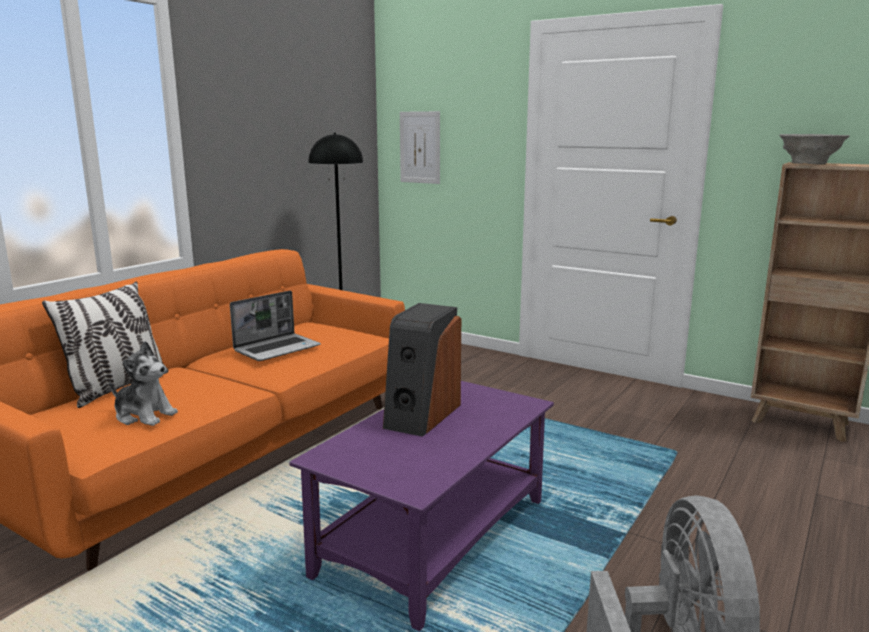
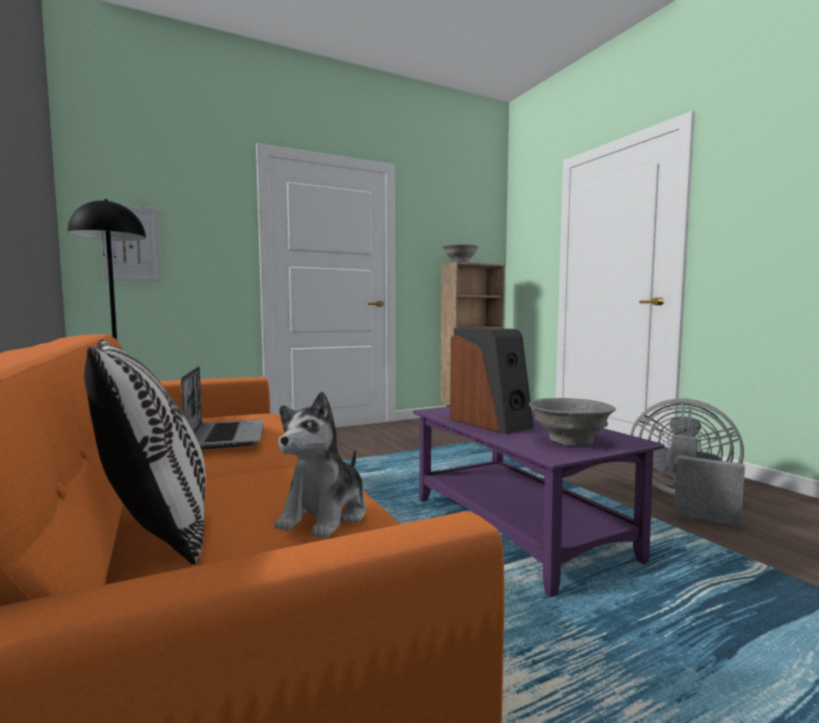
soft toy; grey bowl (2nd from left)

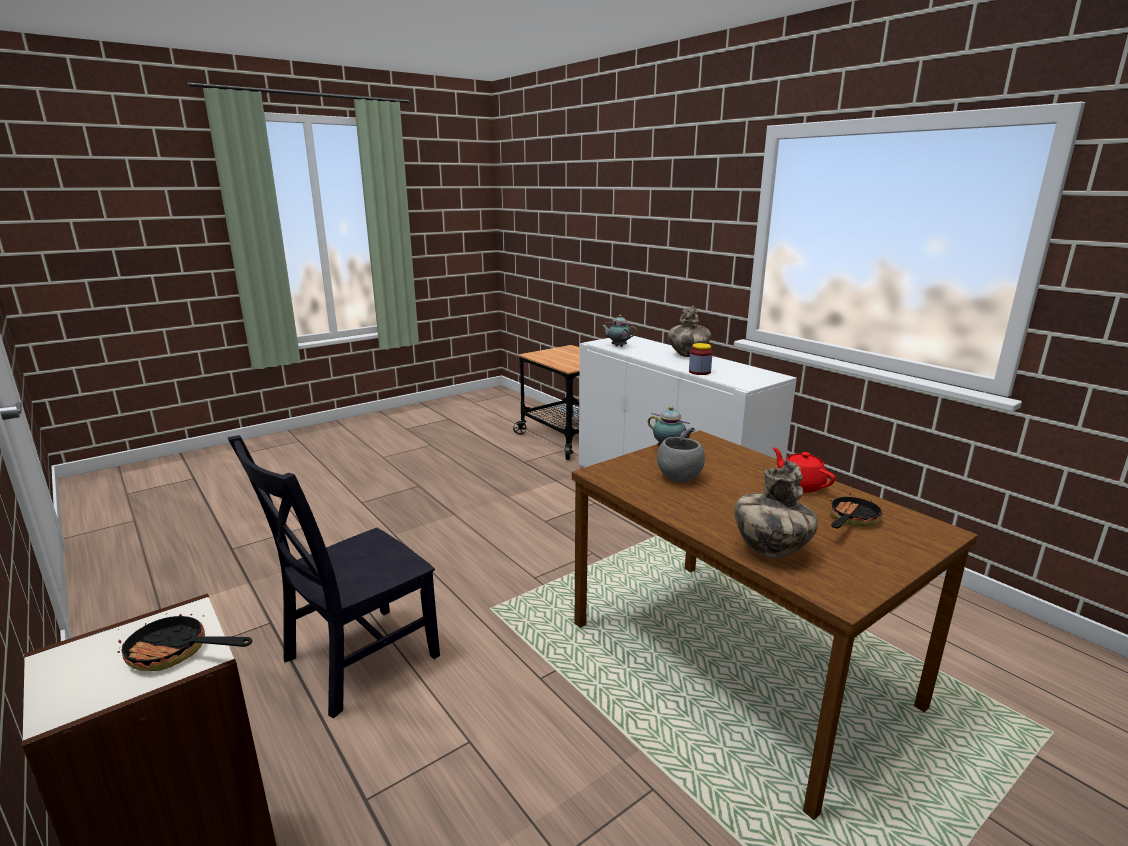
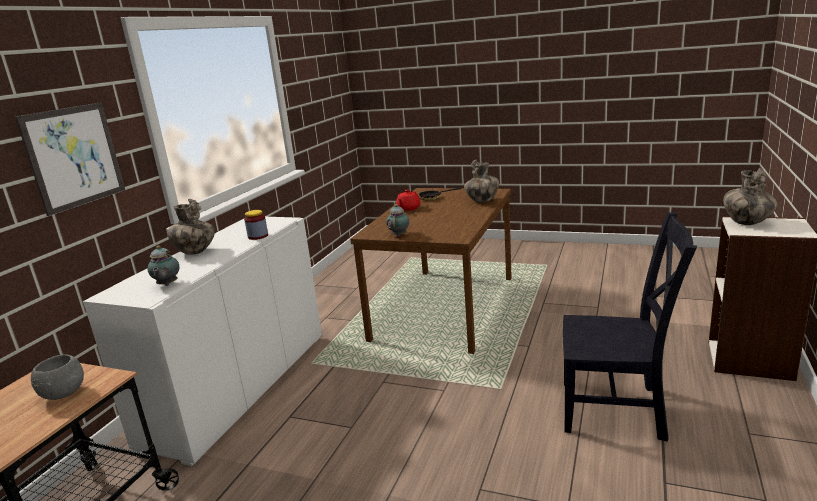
grey bowl; decorative vase (3rd from left); picture

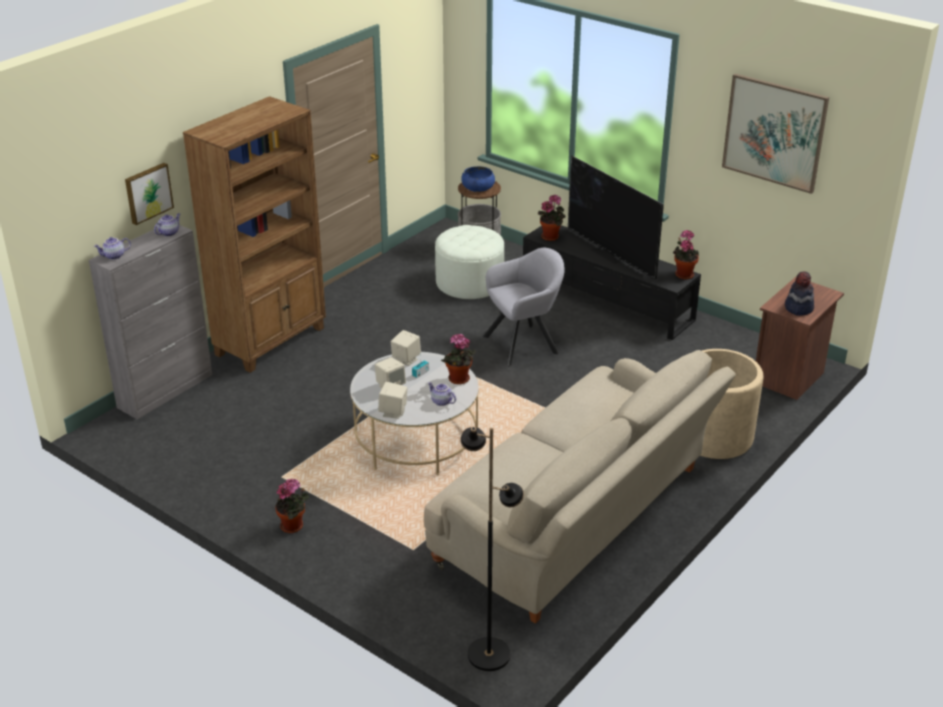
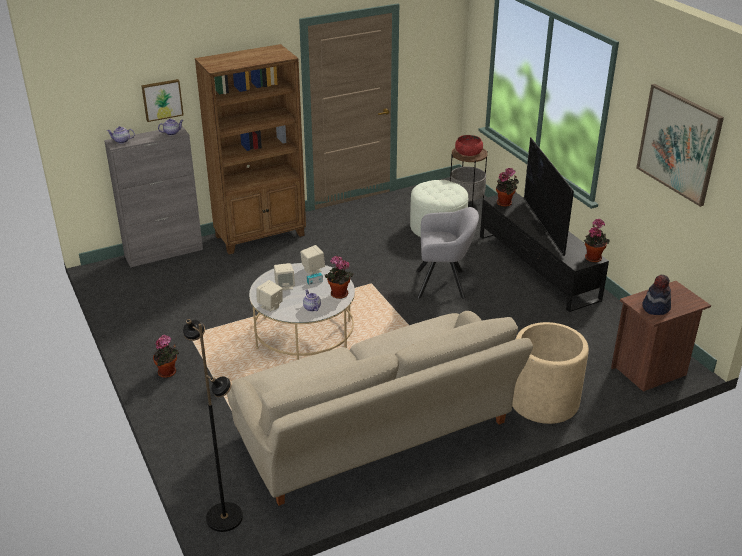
reddish bowl

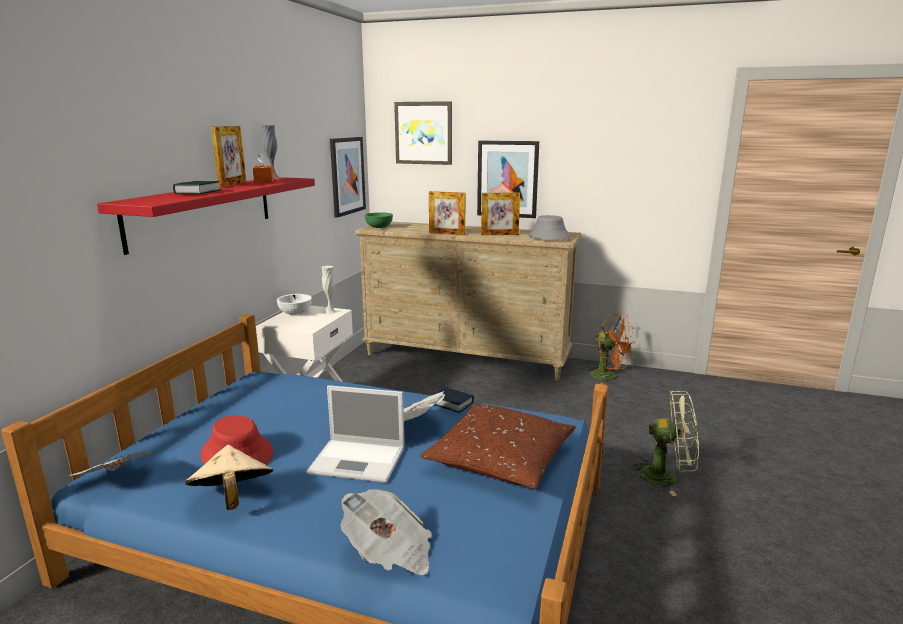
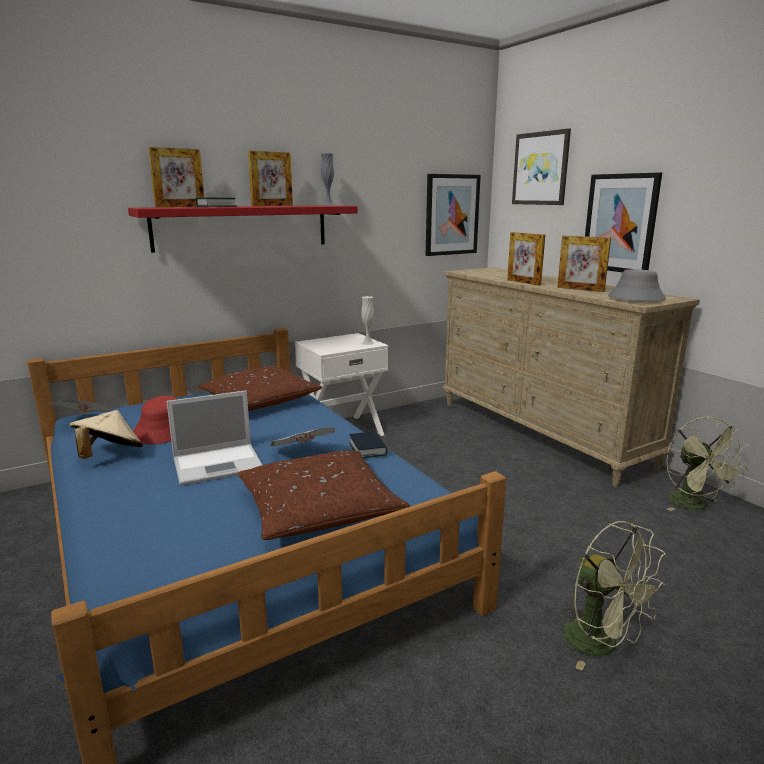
orangey tissue holder; green bowl; white bowl; green electric fan (2nd from left); notebook computer; newspaper (2nd from left in the first image); photo frame (1st from left); brownish pillow (1st from left)

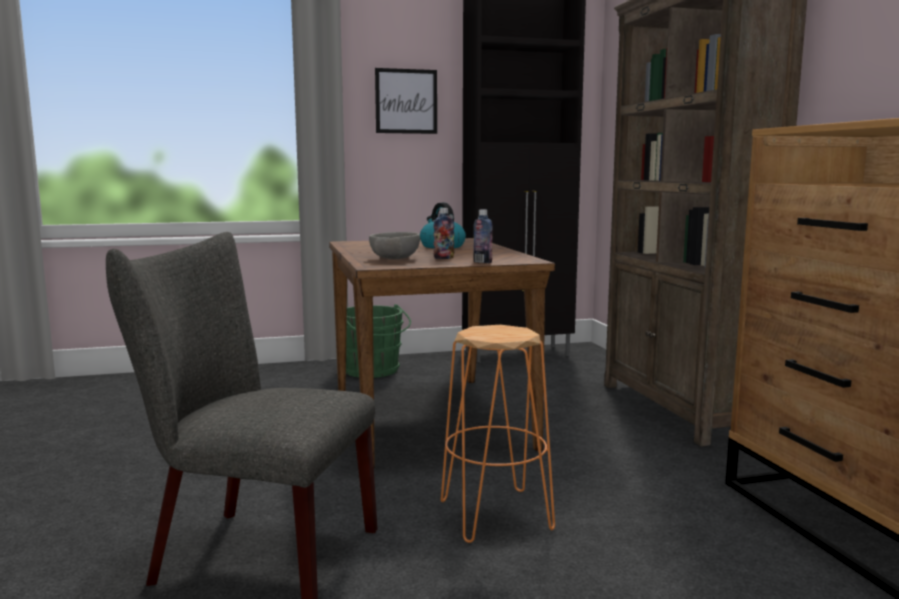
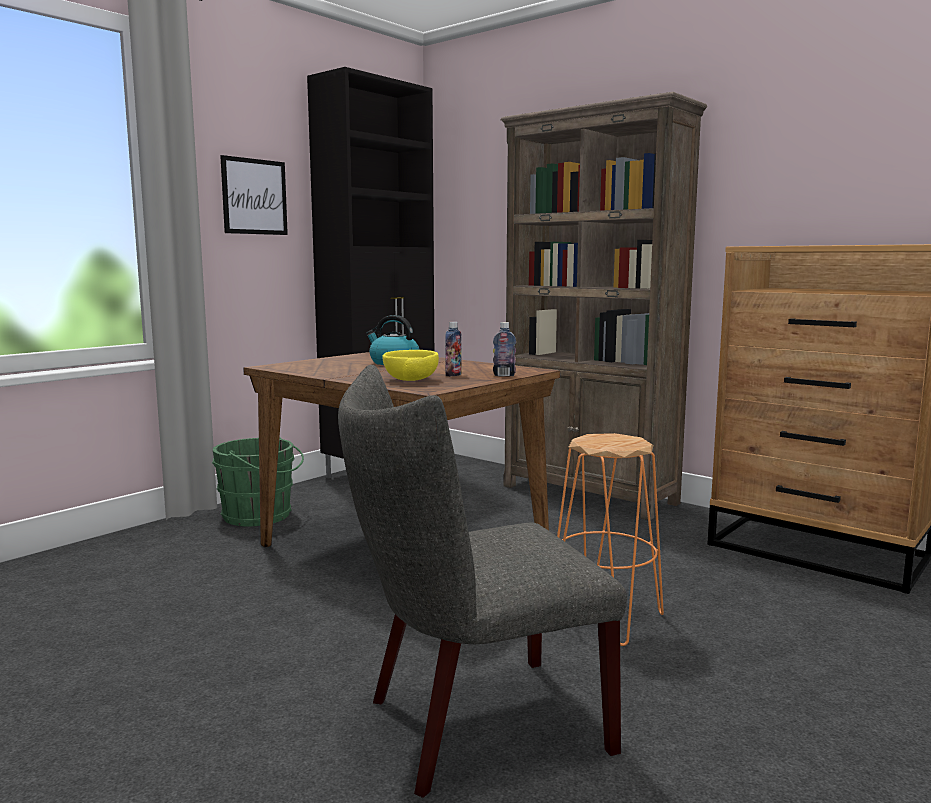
yellow-coloured bowl

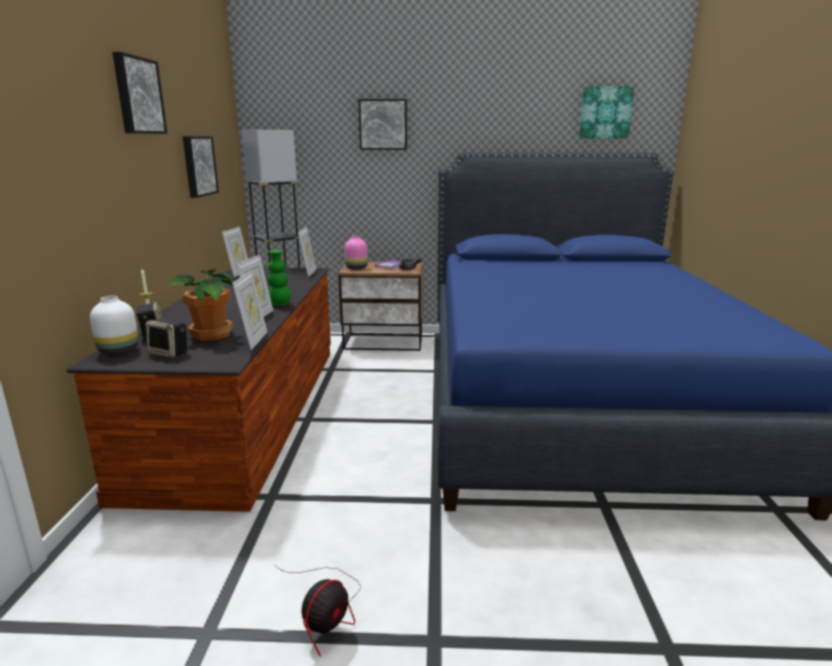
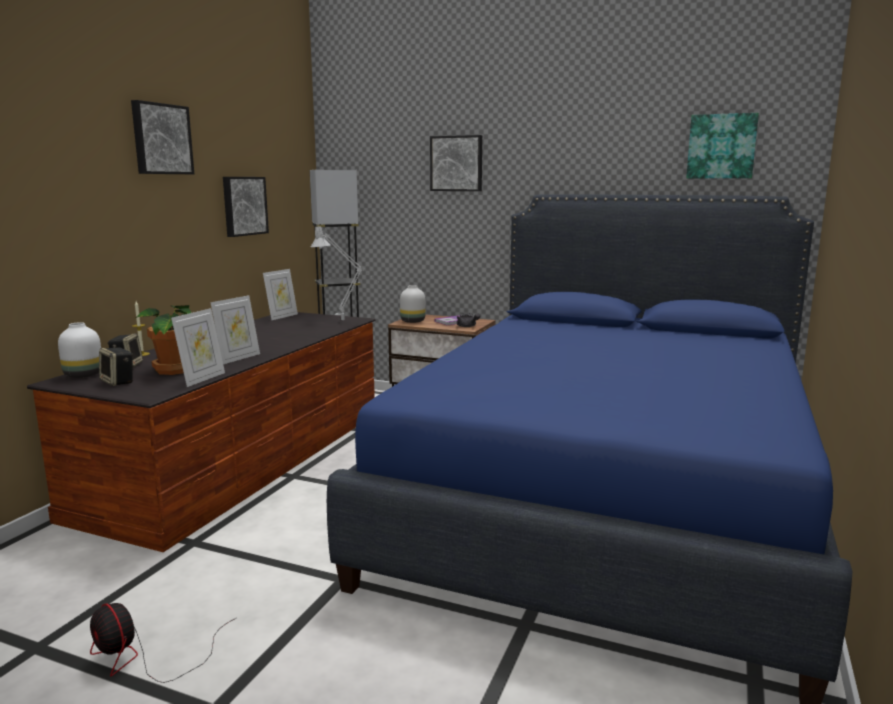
grey tabletop lamp; white decorative vase (2nd from left); green decorative vase; electric fan

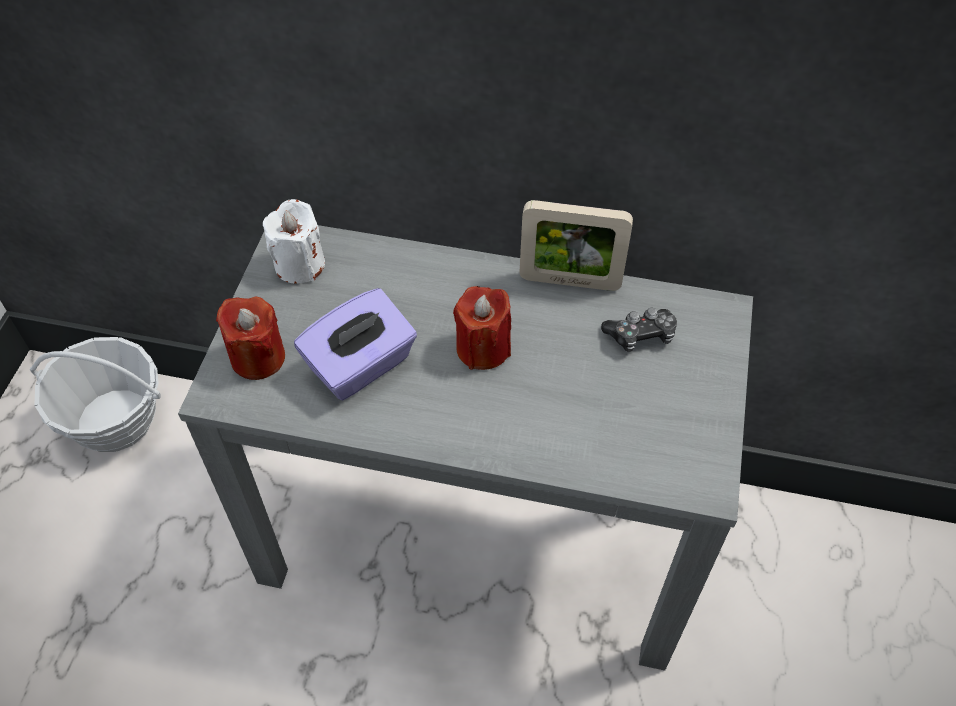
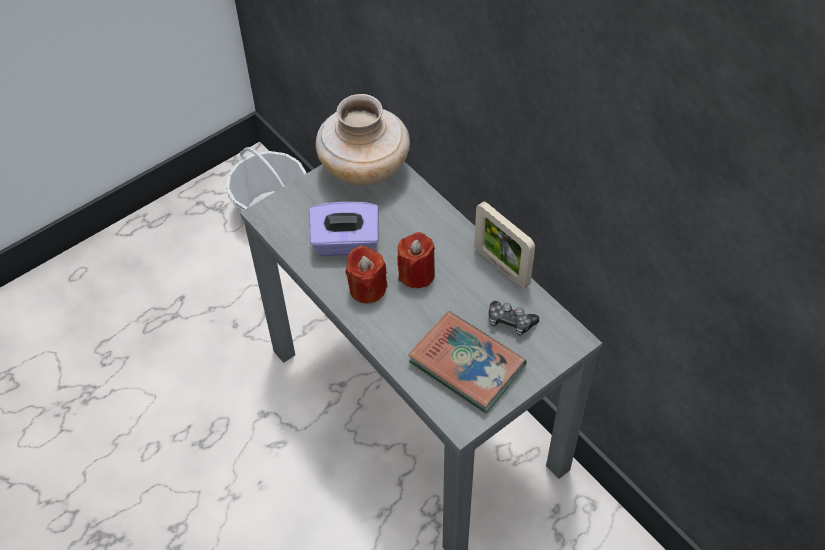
beige decorative vase; reddish wax light (1st from left); bound book

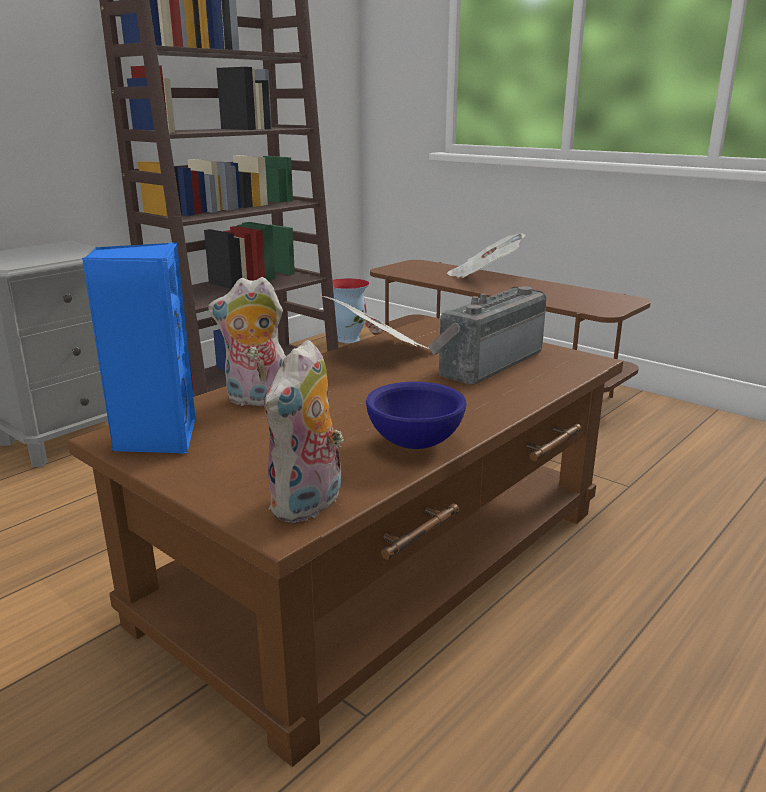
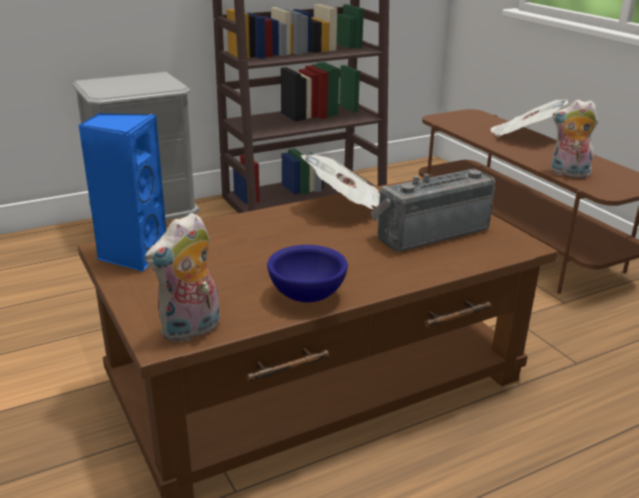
soft toy (2nd from left); decorative vase

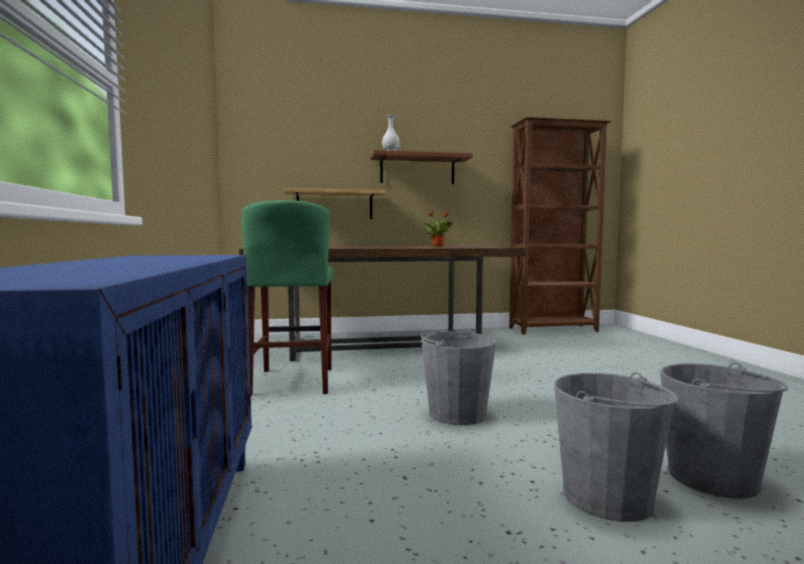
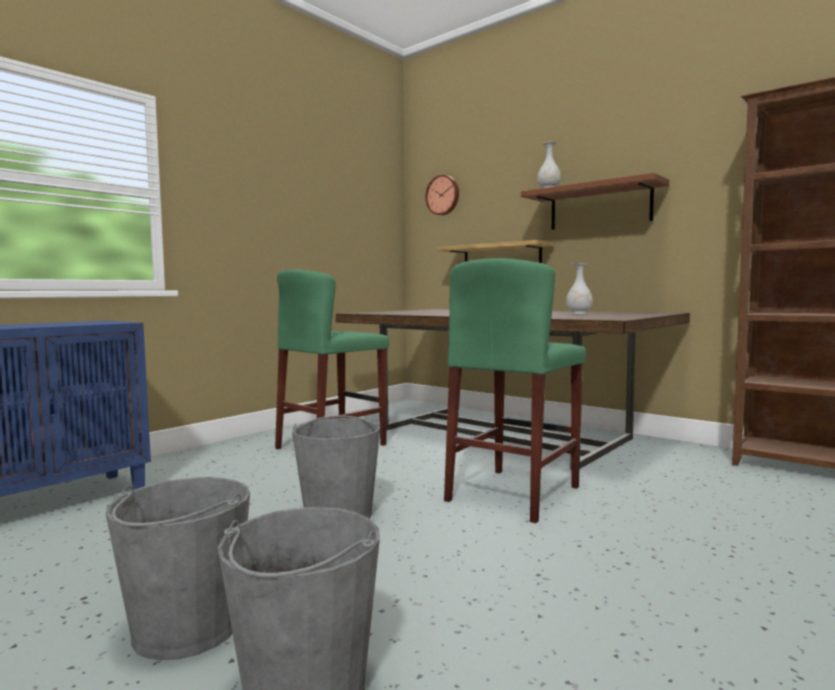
white decorative vase (2nd from left); wall clock; green sitting stool (2nd from left)

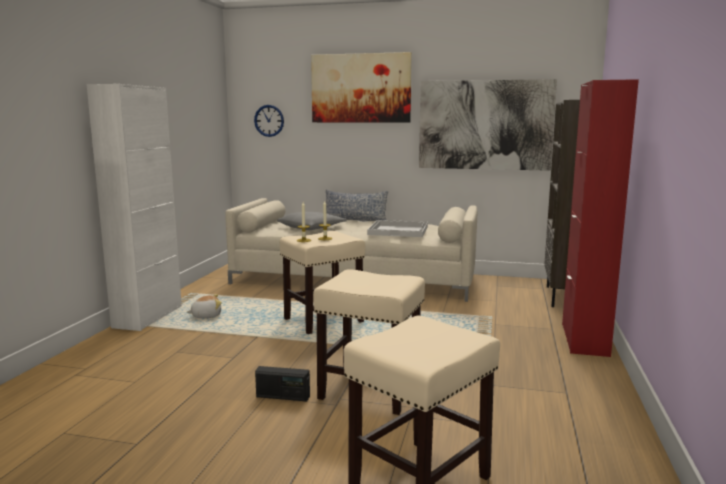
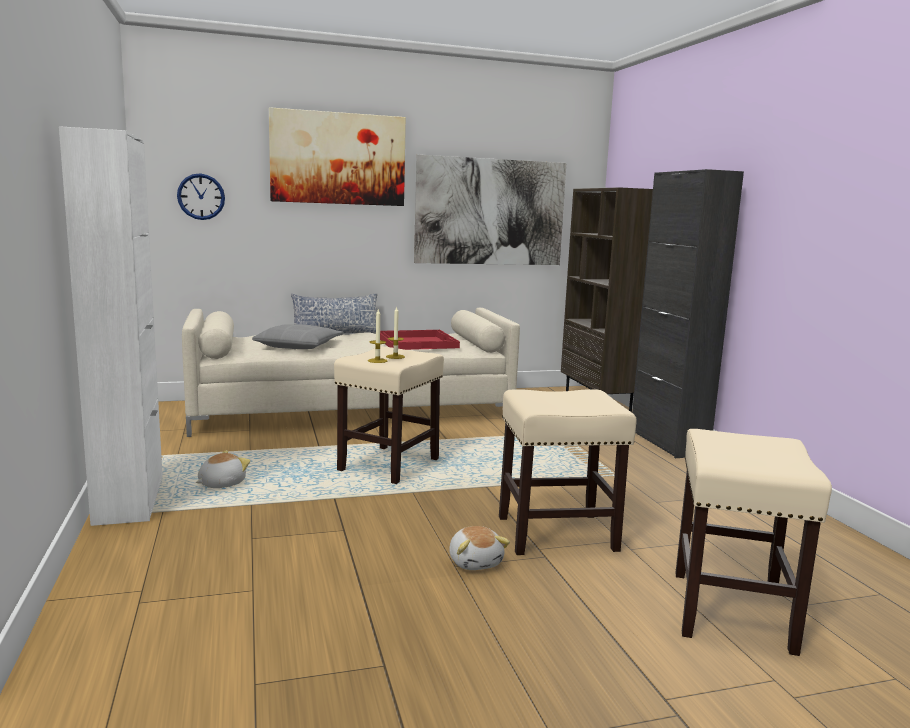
black storage cabinet; reddish serving tray; soft toy (2nd from left)

